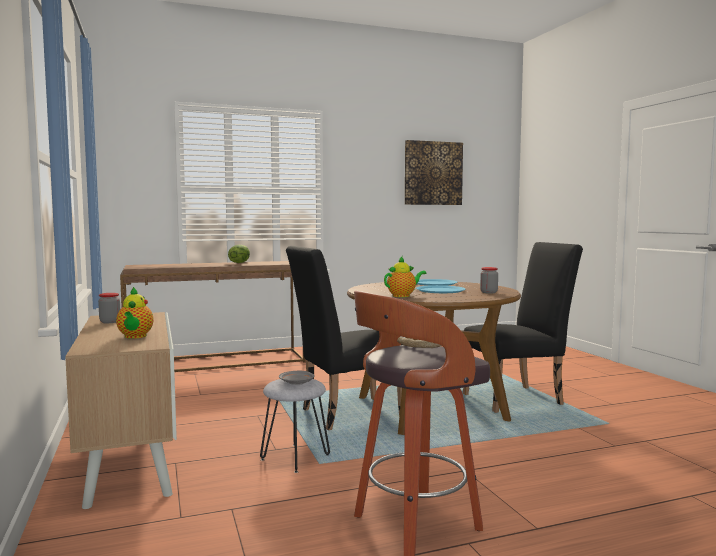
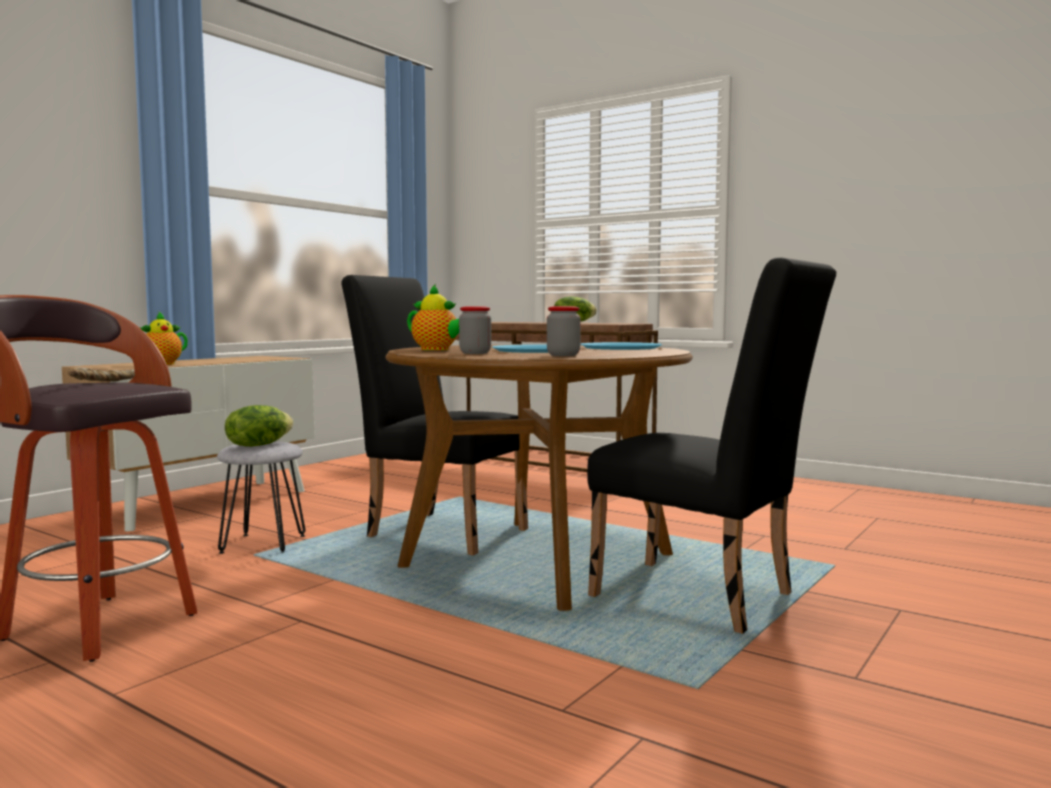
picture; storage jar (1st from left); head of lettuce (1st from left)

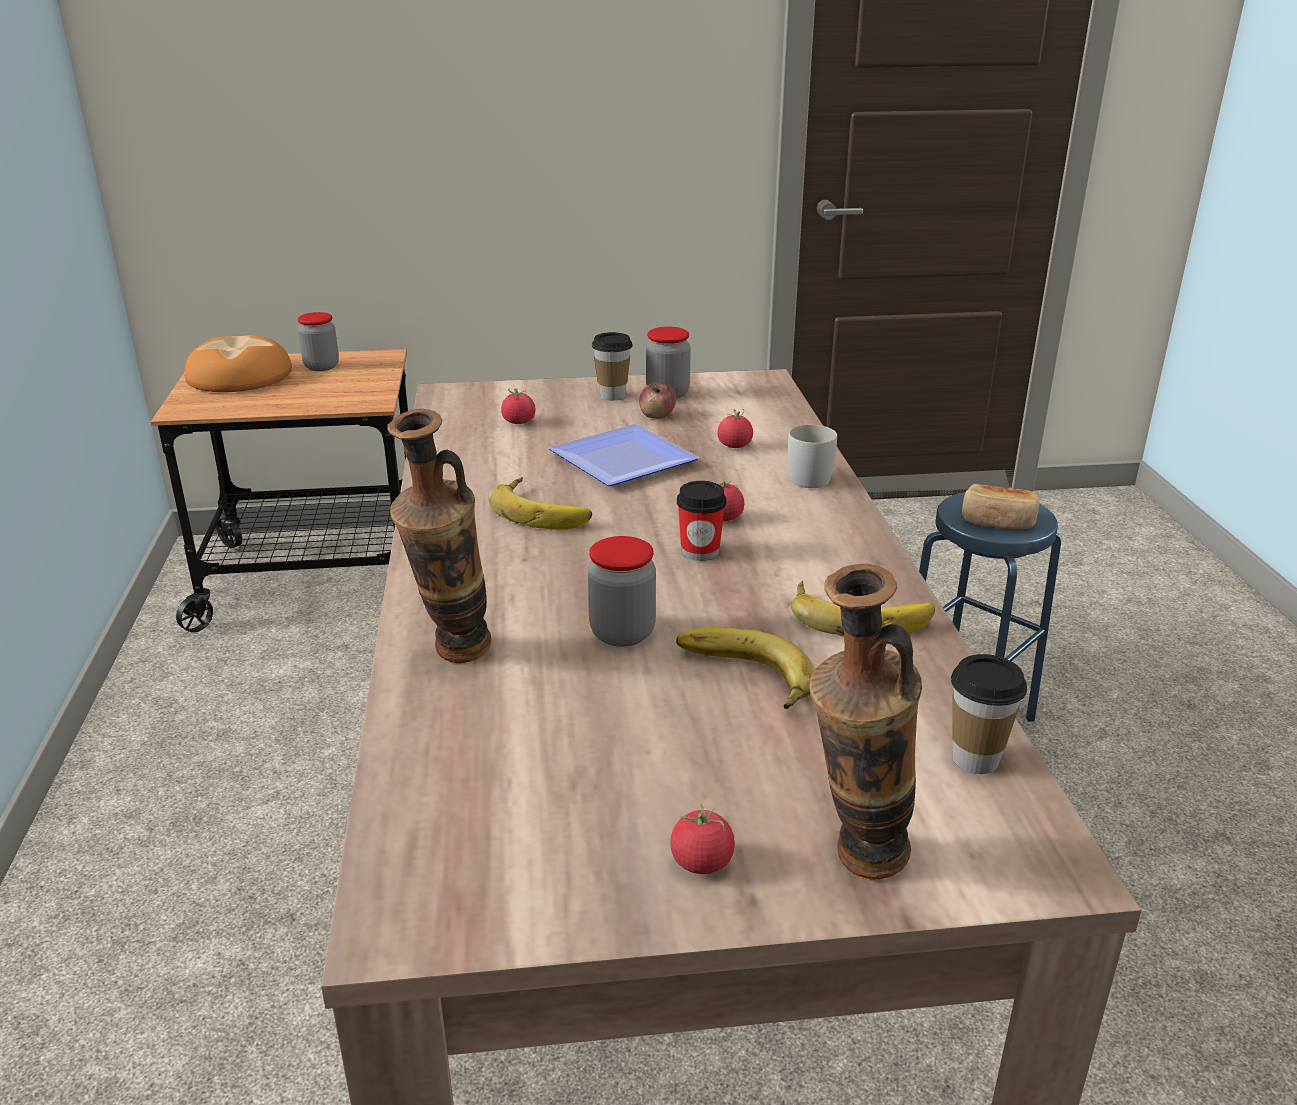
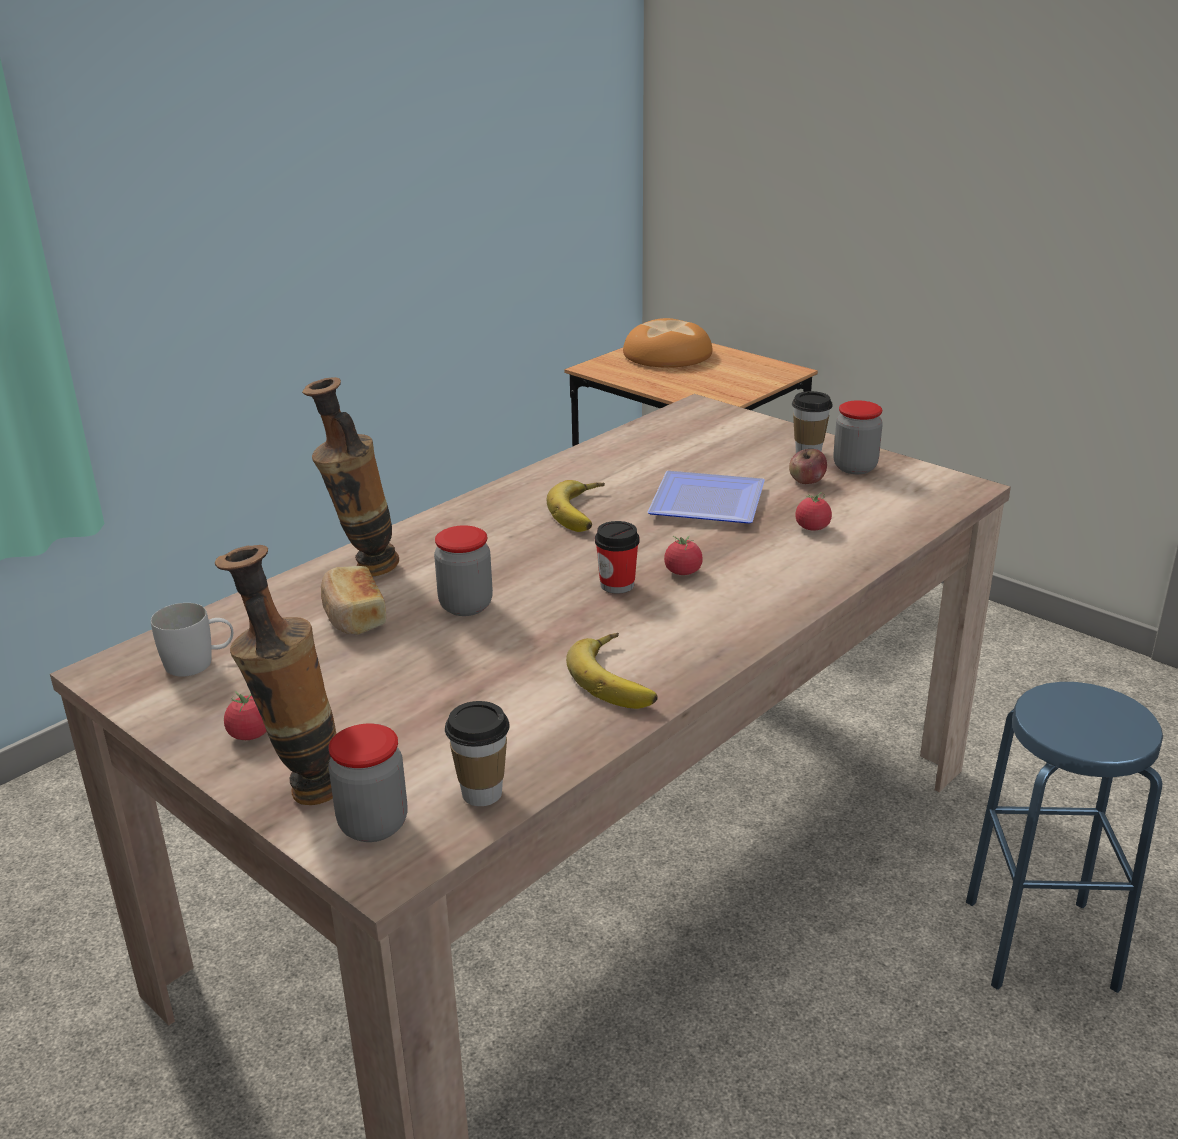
storage jar (1st from left); tomato (1st from left in the first image); white coffee mug; baked bread (1st from left); banana fruit (2nd from left in the first image)

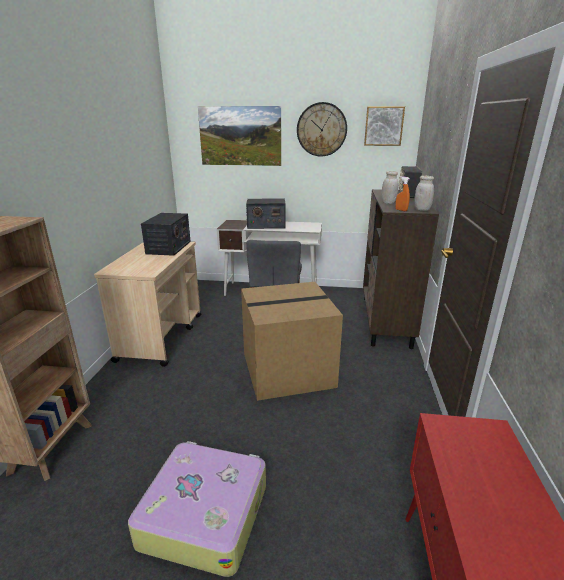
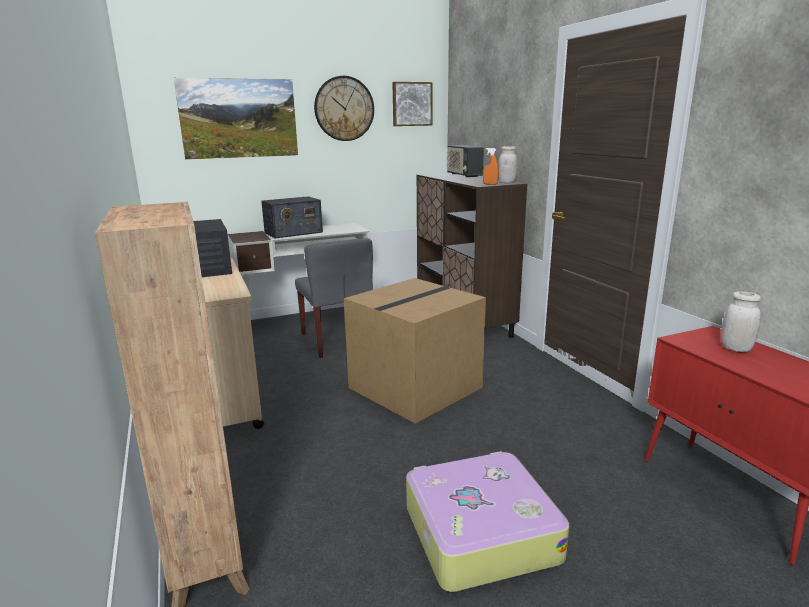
white storage jar (2nd from left)

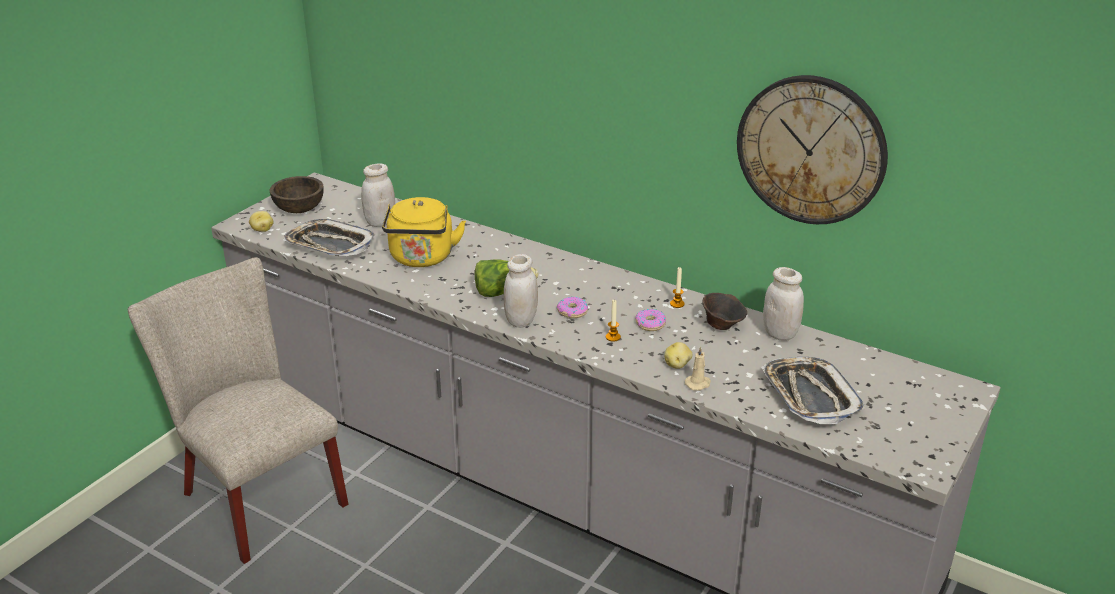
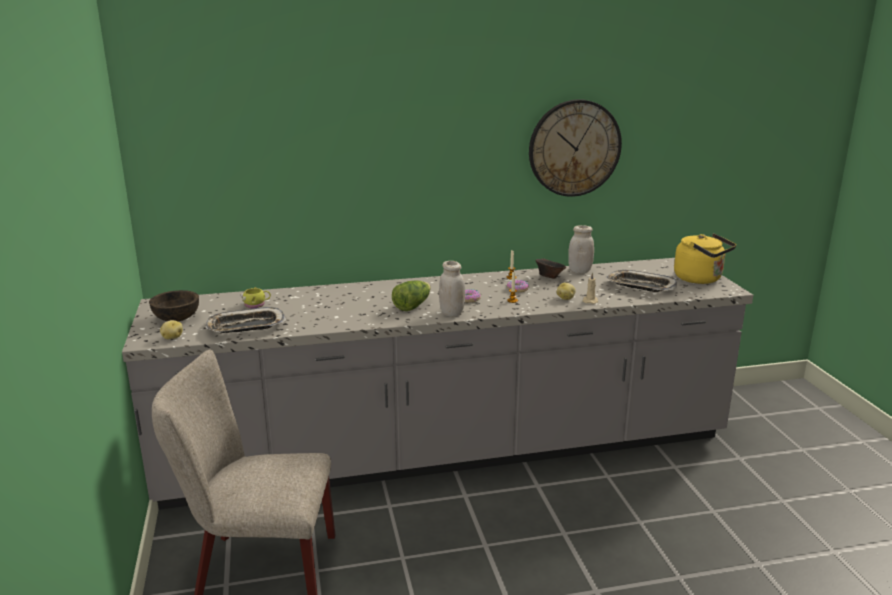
yellow-coloured coffee mug; yellow-coloured tea kettle

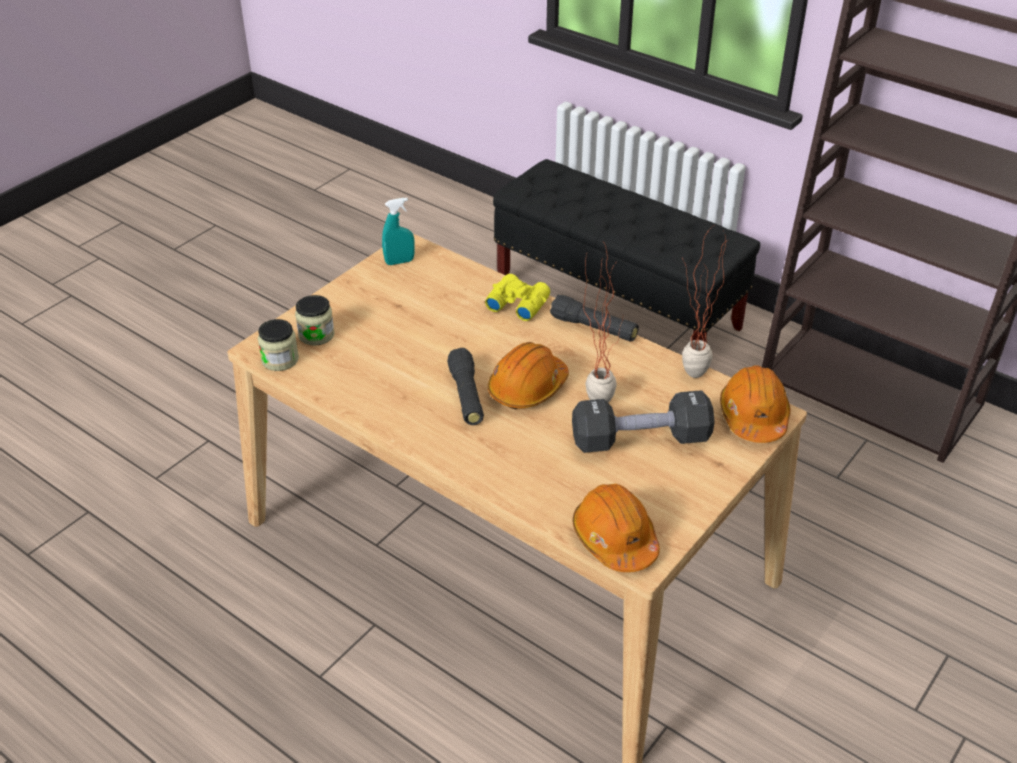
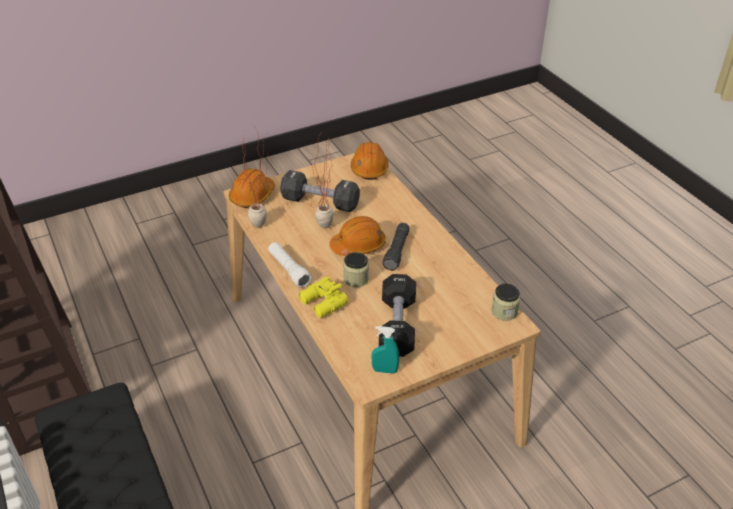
storage jar (1st from left); white torch; black free weight (2nd from left)

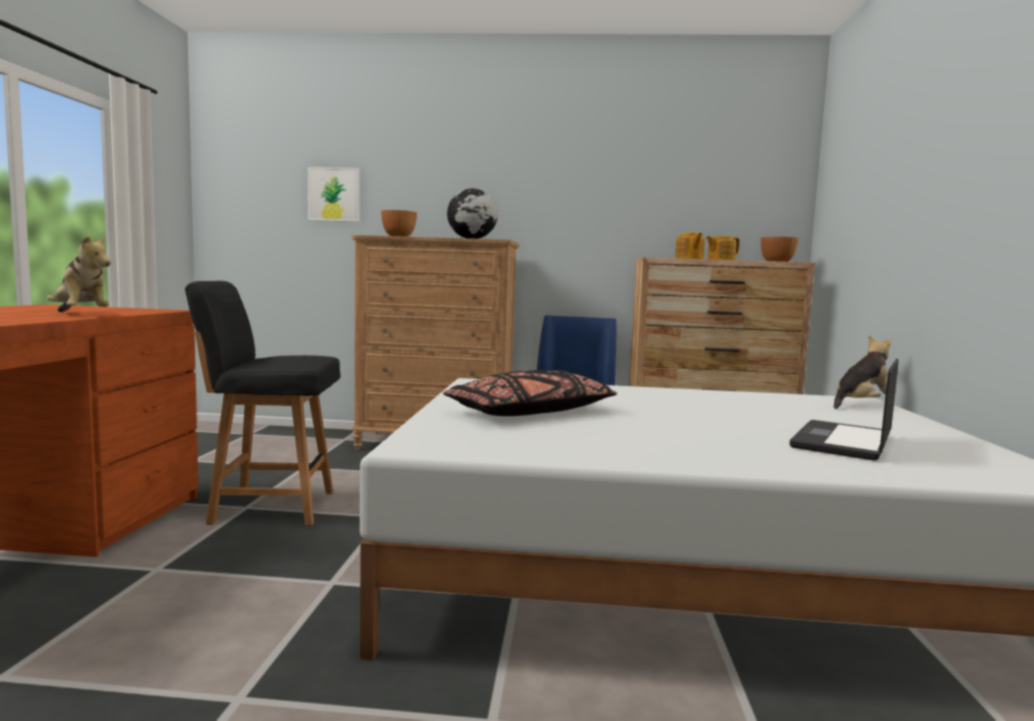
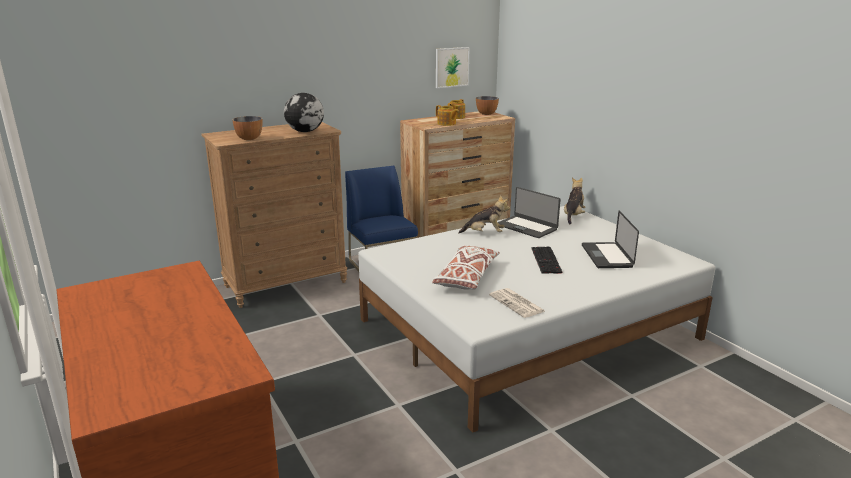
picture; soft toy (1st from left); black chair; white pillow; notebook computer (1st from left); PC keyboard; newspaper

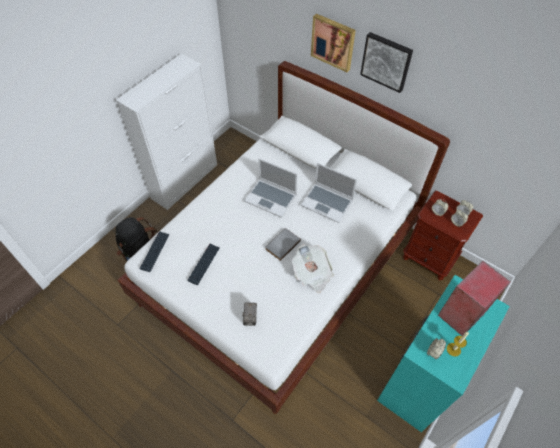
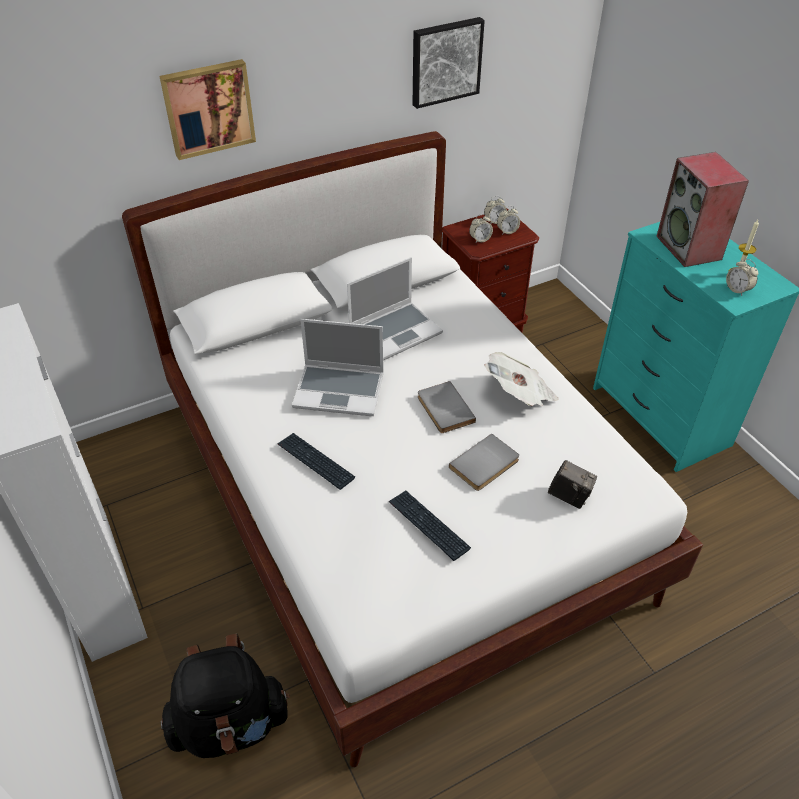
picture (2nd from left); notebook computer (1st from left); PC keyboard (1st from left); grey bound book (2nd from left)

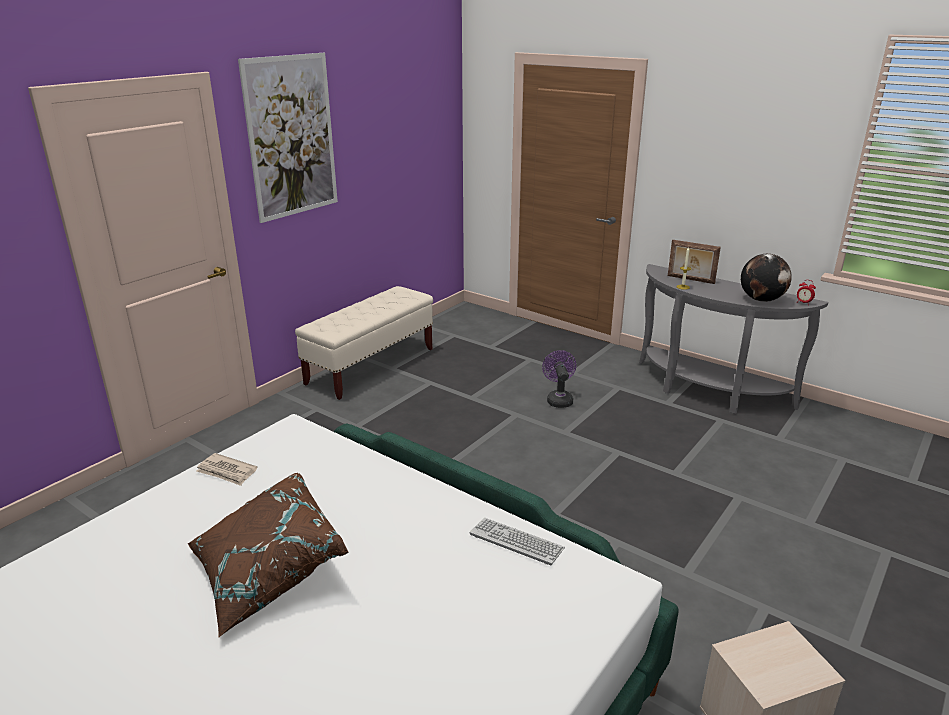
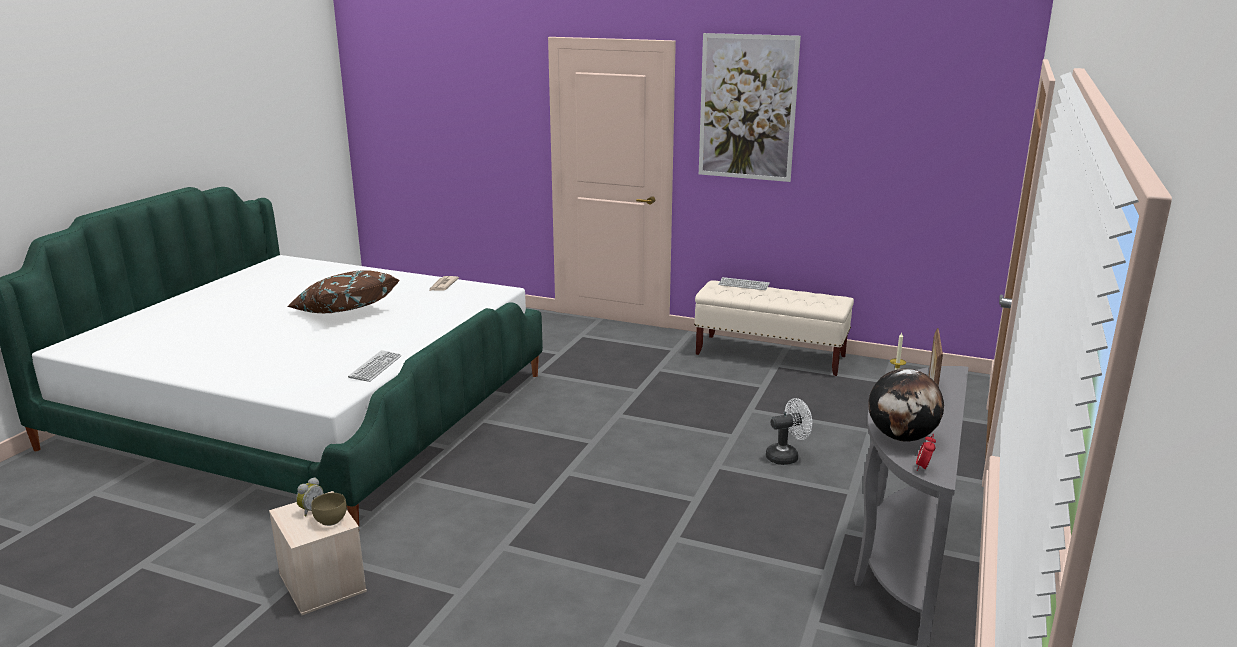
white electric fan; PC keyboard (2nd from left); table clock (1st from left); brownish bowl

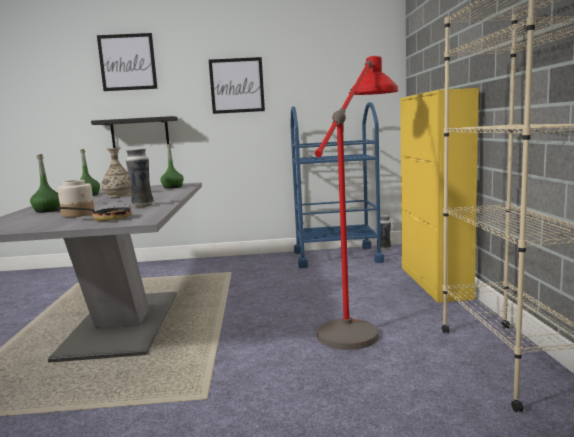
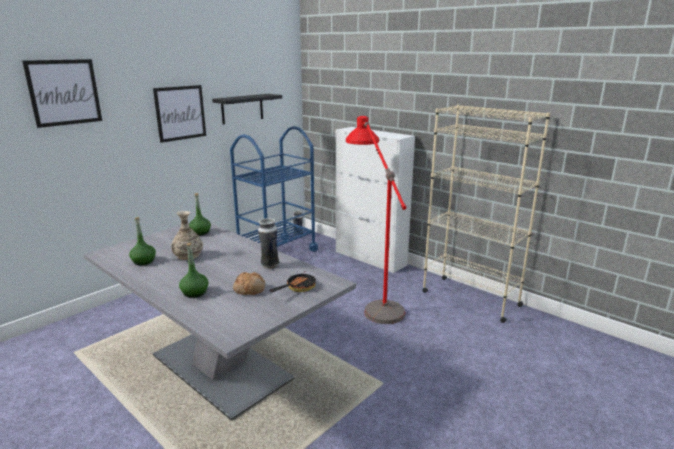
white storage cabinet; black bracket shelf; baked bread

